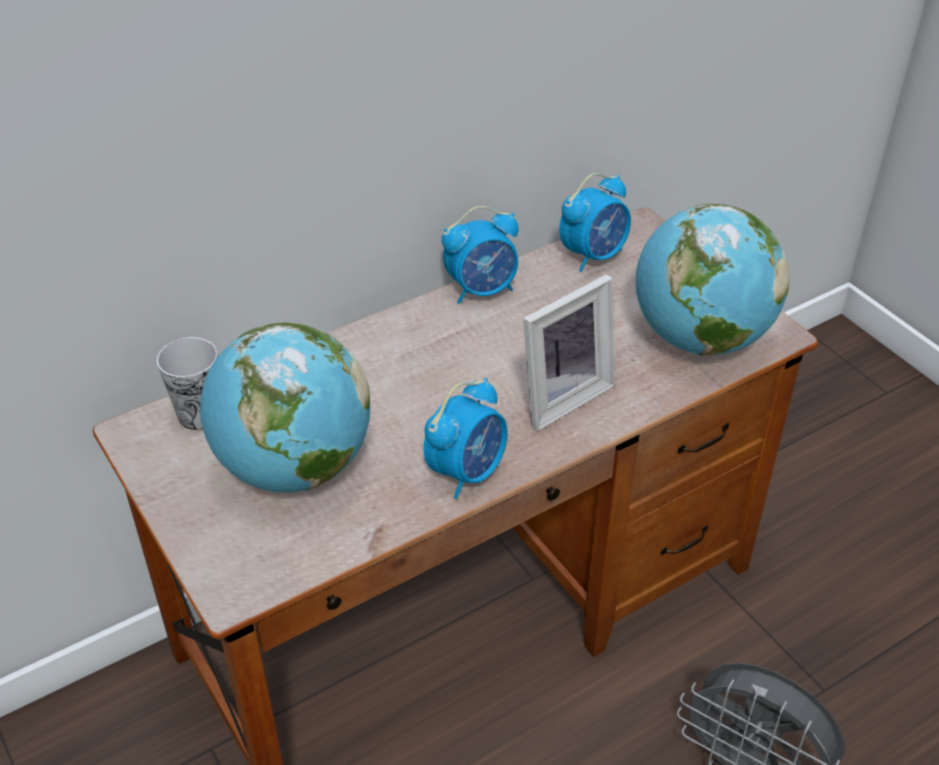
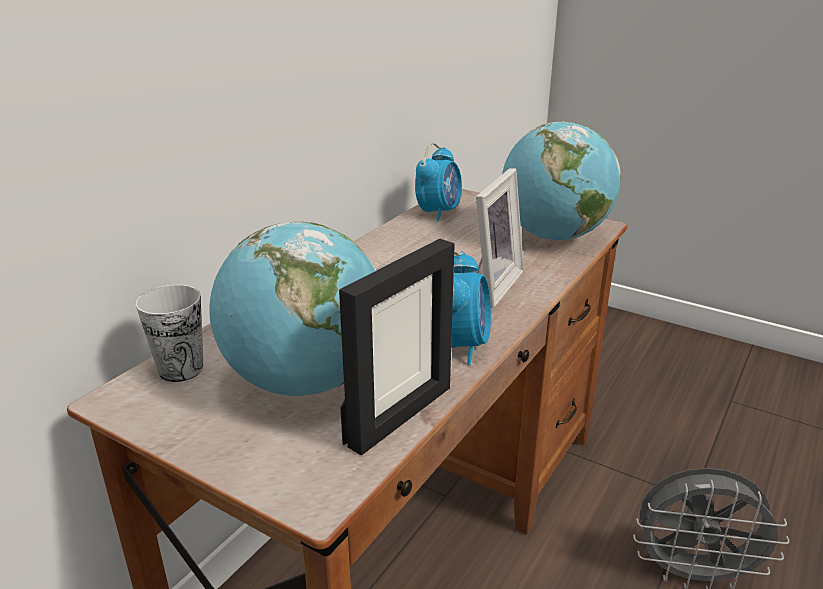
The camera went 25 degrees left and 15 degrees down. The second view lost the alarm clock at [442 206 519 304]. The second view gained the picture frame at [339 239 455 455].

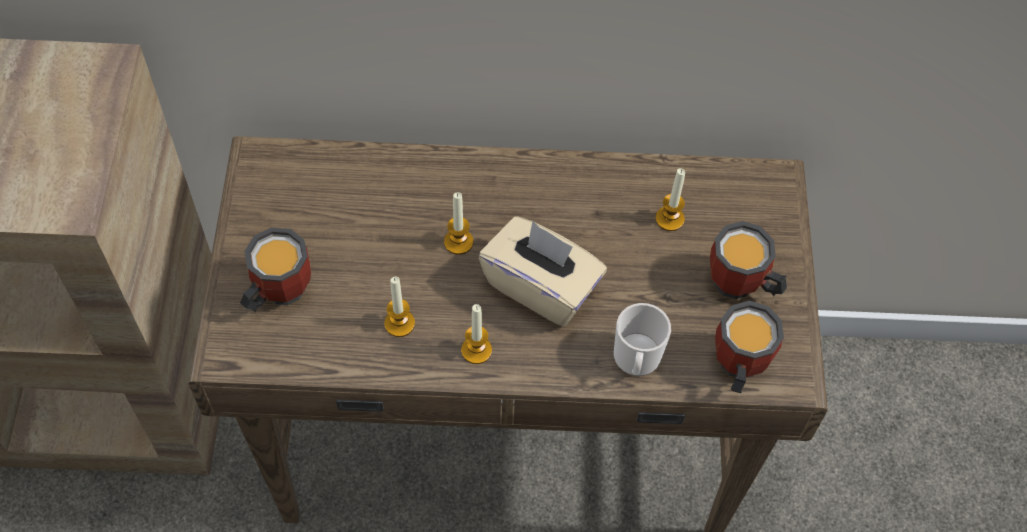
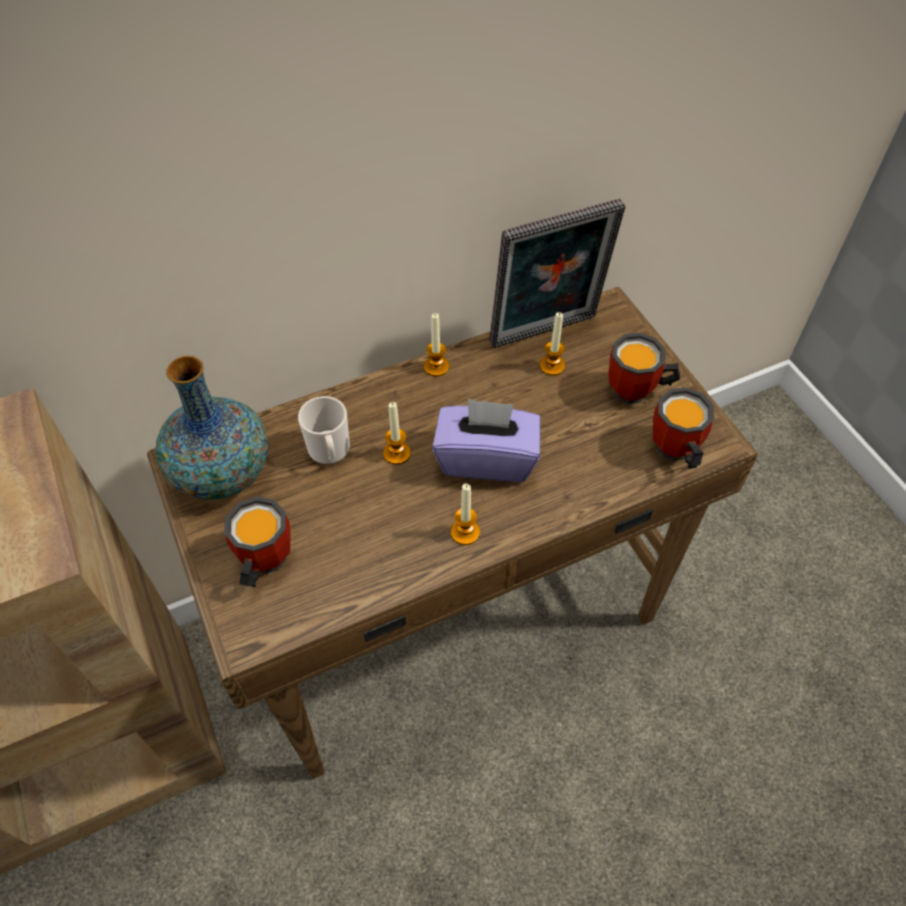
The camera went 25 degrees left and 5 degrees down. The second view gained the vase at [156 356 268 500]. The second view gained the picture frame at [490 199 626 348]. The candle ended up elsewhere, having gone from [384 277 415 337] to [424 313 449 376]. The mug ended up elsewhere, having gone from [614 303 671 376] to [298 396 350 465]. What was the tissue box (beige) at [479 216 607 327] turned into the tissue box (purple) at [432 399 540 482].

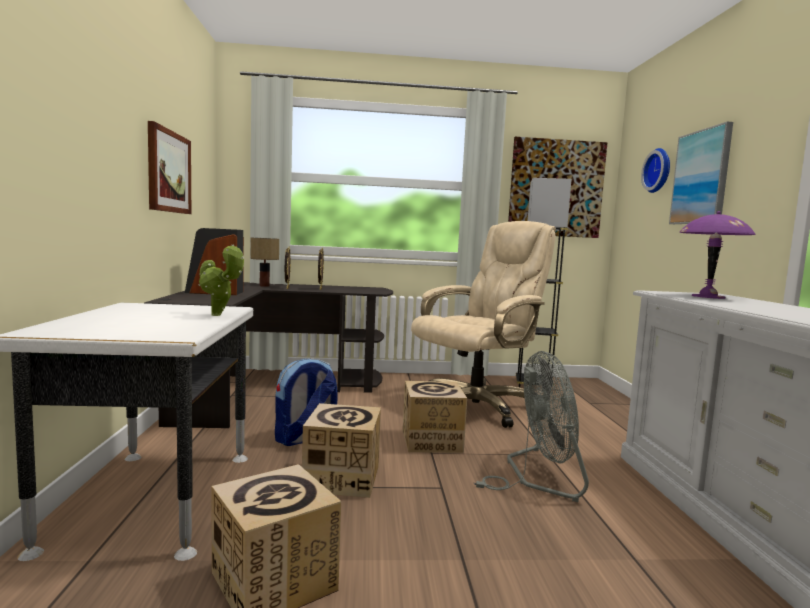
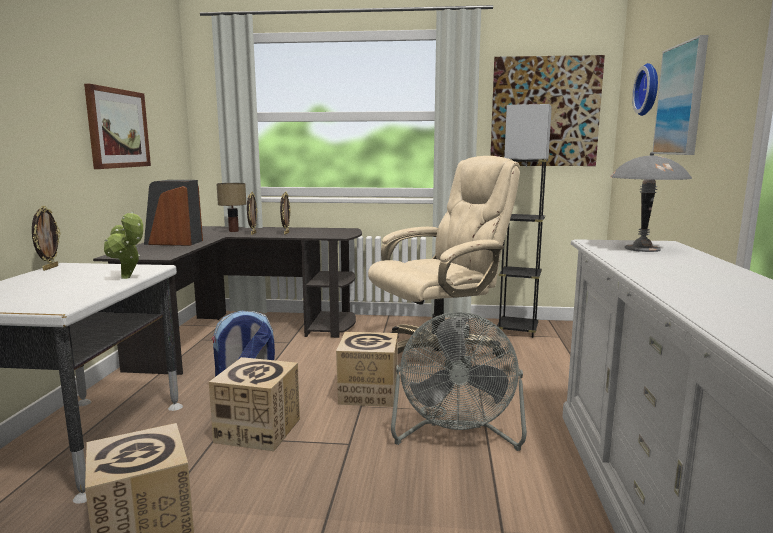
The camera went 10 degrees right and 5 degrees up. The second view gained the picture frame at [32 206 60 271]. What was the table lamp (purple) at [679 211 756 299] turned into the table lamp (grey) at [610 152 692 252]. The fan (grey) at [473 351 589 503] ended up facing another way, 90 degrees clockwise from before.

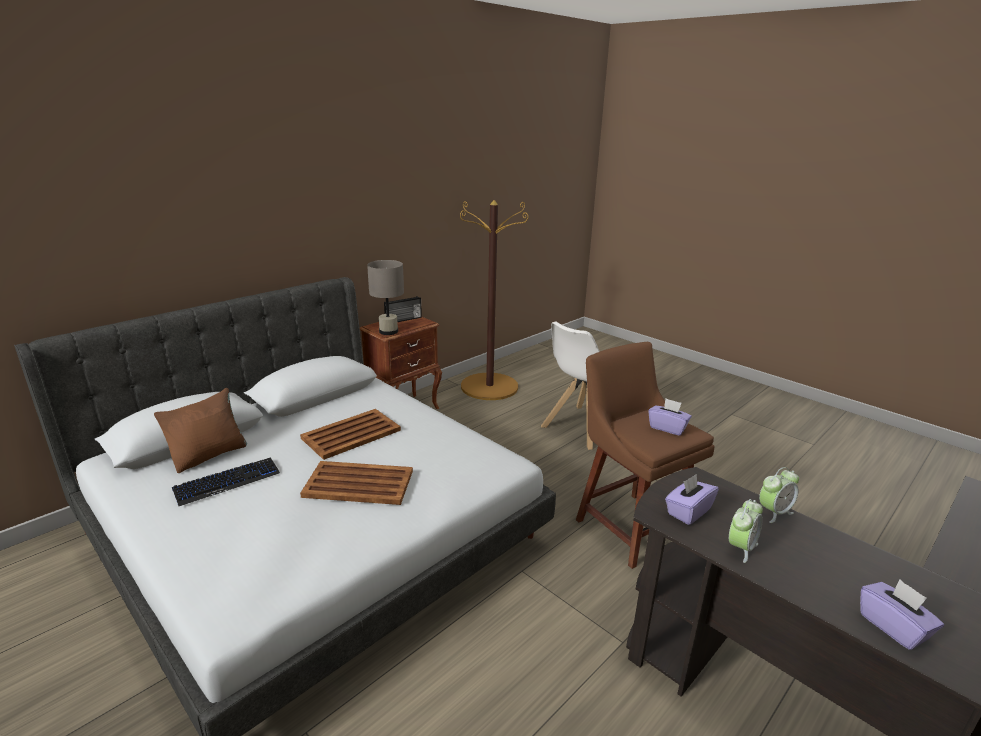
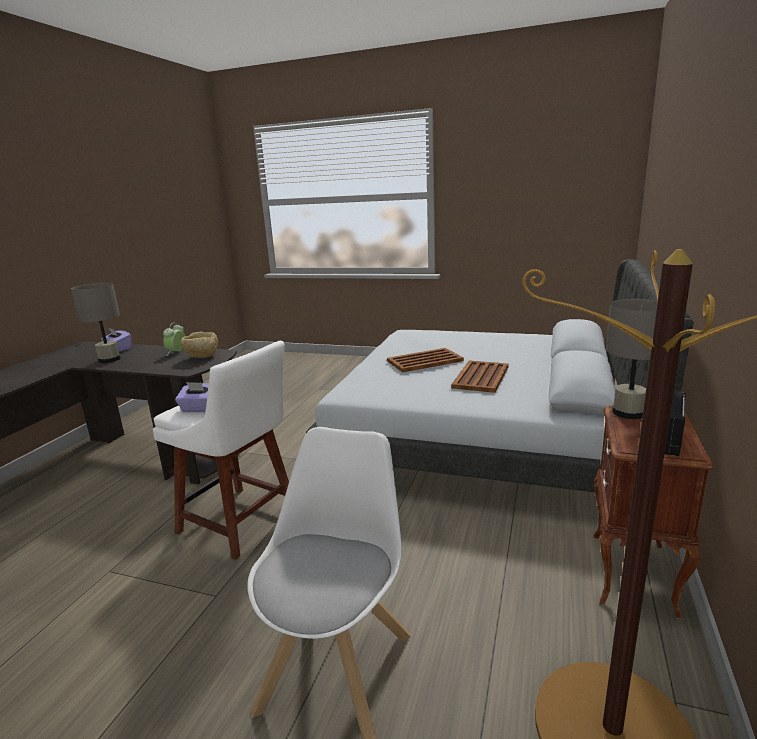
The camera went 155 degrees right and 5 degrees down. The second view lost the pillow (brown) at [154 388 247 473]. The second view lost the keyboard at [172 457 280 506]. The second view lost the alarm clock at [759 467 799 523]. The second view gained the table lamp (grey) at [71 283 121 363]. Where the tissue box (purple) stood at [665 474 719 525], the bowl (beige) came to stand at [180 332 218 358]. What was the stool (brown) at [576 342 714 569] turned into the stool (white) at [153 341 289 560].

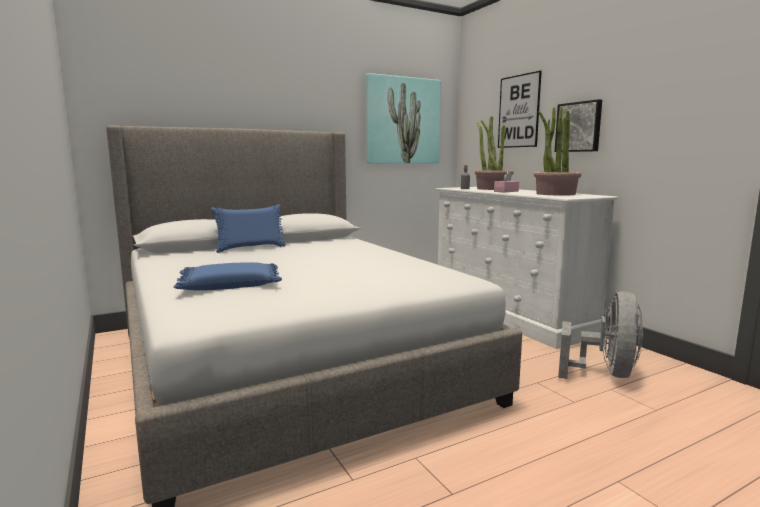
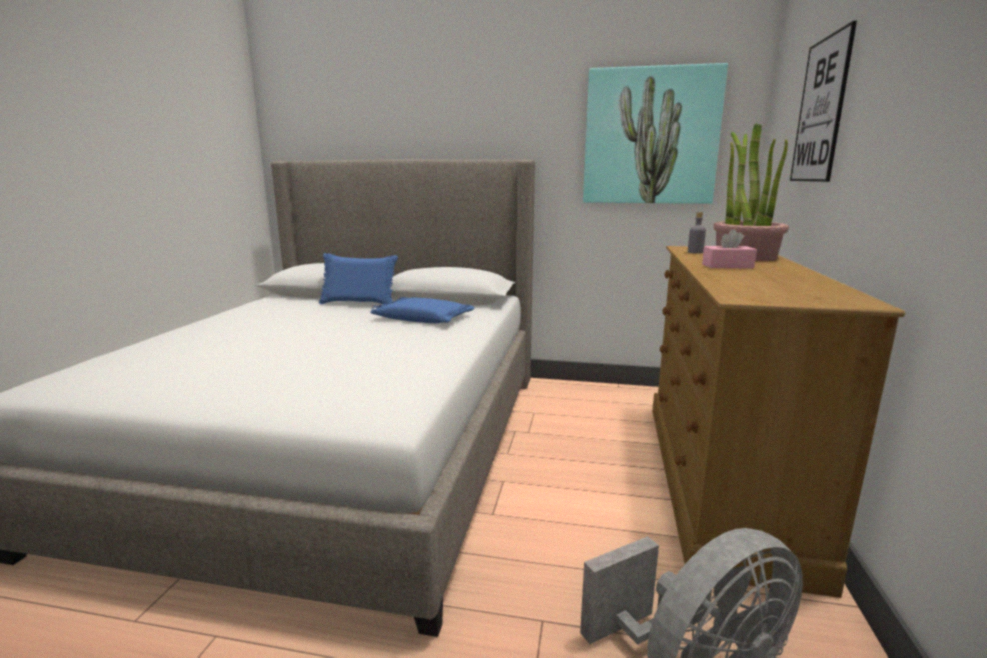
The camera went 40 degrees right and 5 degrees up. The second view lost the potted plant at [534 107 581 196]. The second view lost the picture at [555 99 602 152]. The pillow (blue) ended up elsewhere, having gone from [173 262 282 291] to [370 297 475 323]. What was the dresser (white) at [436 187 618 349] turned into the dresser (brown) at [652 246 905 598].

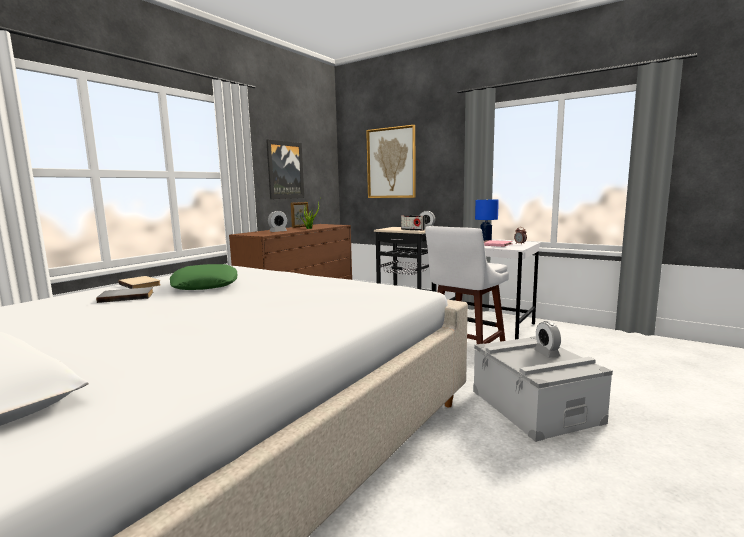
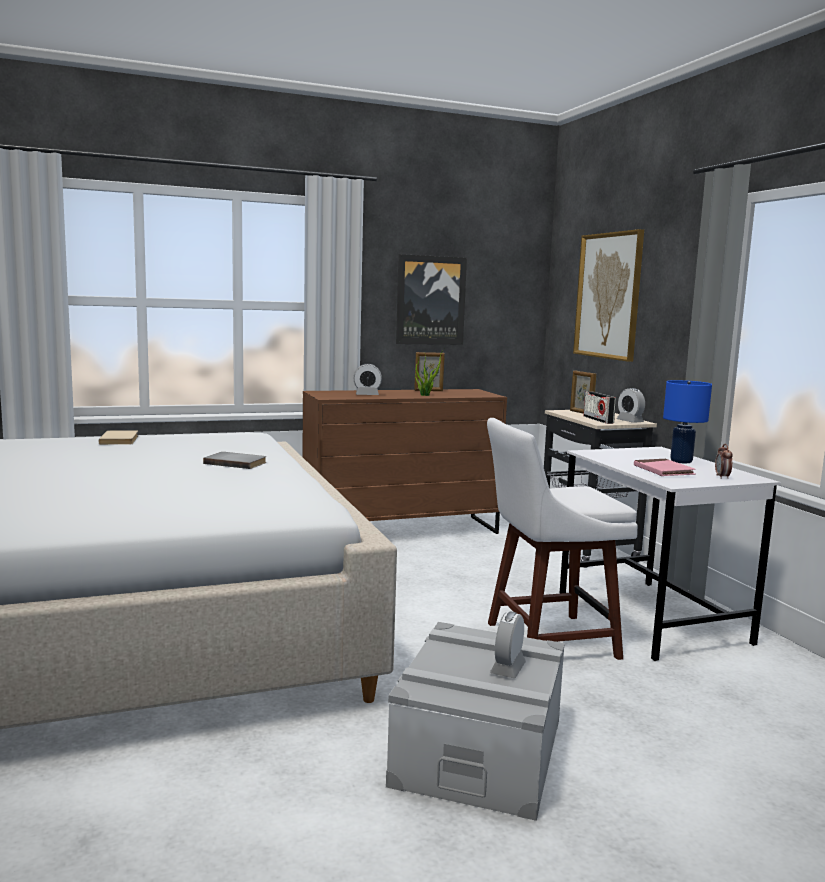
The camera went 35 degrees right and 0 degrees up. The second view lost the pillow (green) at [170 264 237 290]. The second view gained the picture frame at [570 371 596 414]. The book (grey) ended up elsewhere, having gone from [96 287 154 303] to [203 452 266 469].

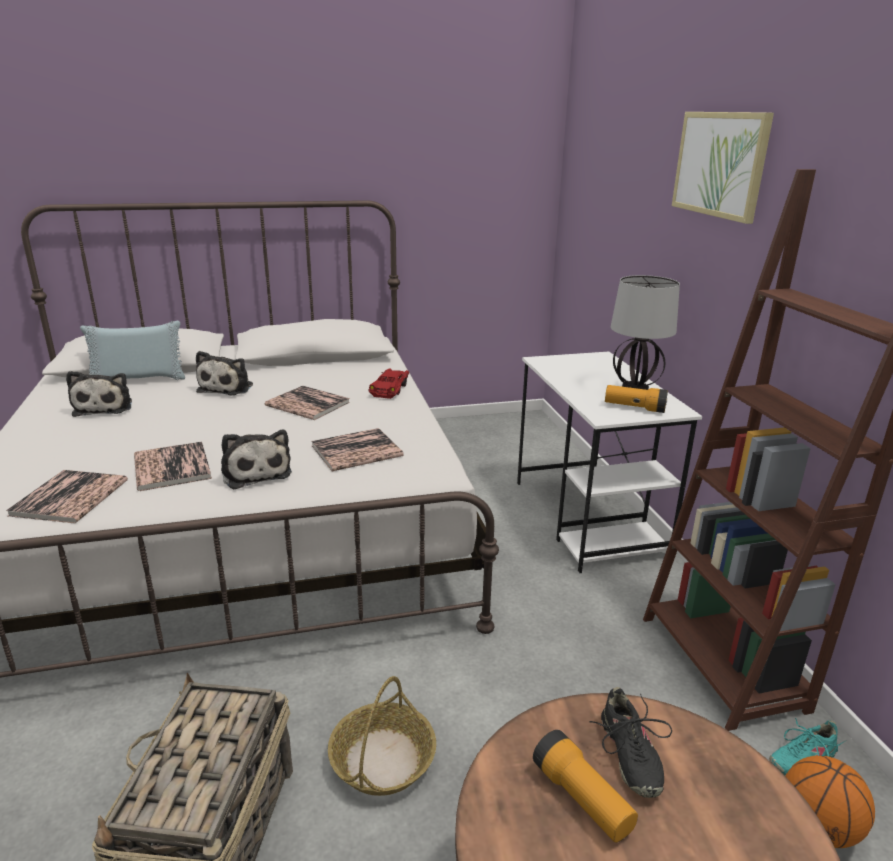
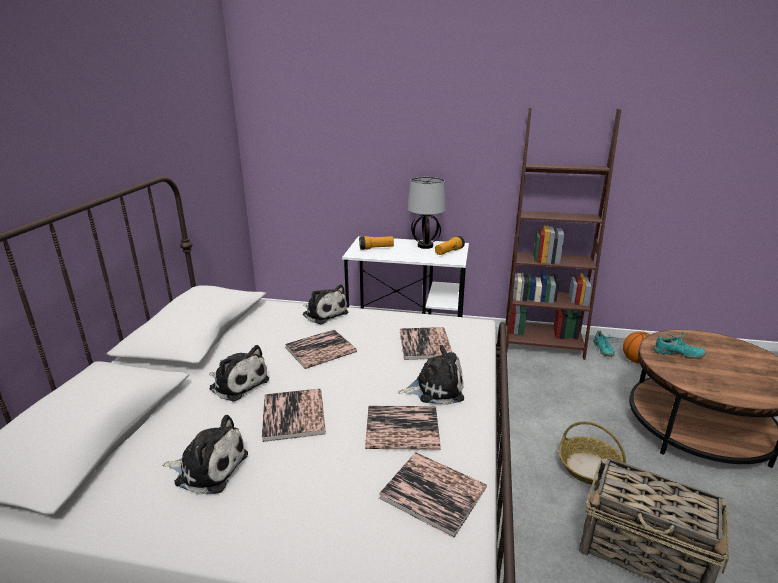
The camera went 65 degrees left and 0 degrees up. The second view lost the pillow (blue) at [80 321 185 381]. The second view lost the picture at [672 112 774 224]. The second view gained the book at [262 389 326 442]. The flashlight ended up elsewhere, having gone from [533 730 638 843] to [359 236 394 250]. Where the toy car (red) stood at [368 369 409 399], the plush toy came to stand at [303 284 348 324]. What was the shoe (black) at [589 687 672 798] turned into the shoe (turquoise) at [653 332 706 359].

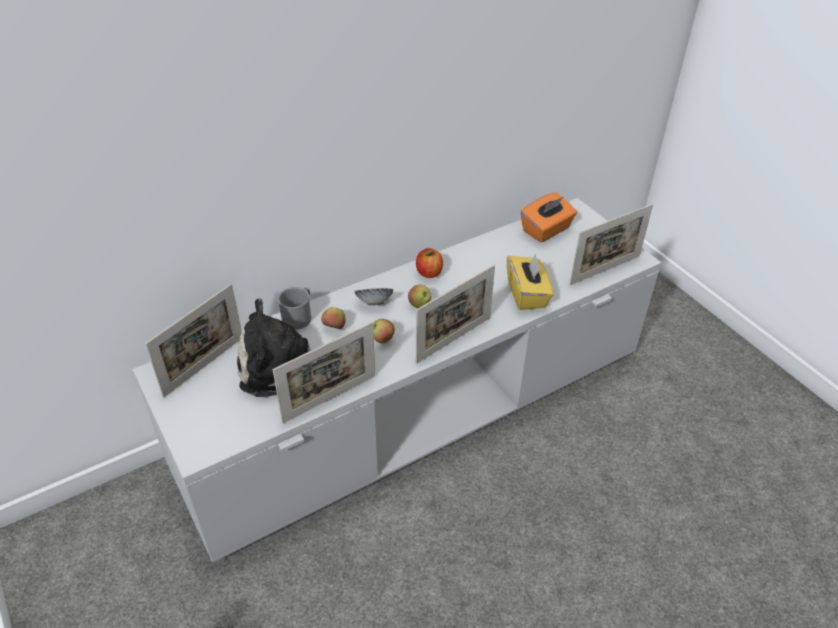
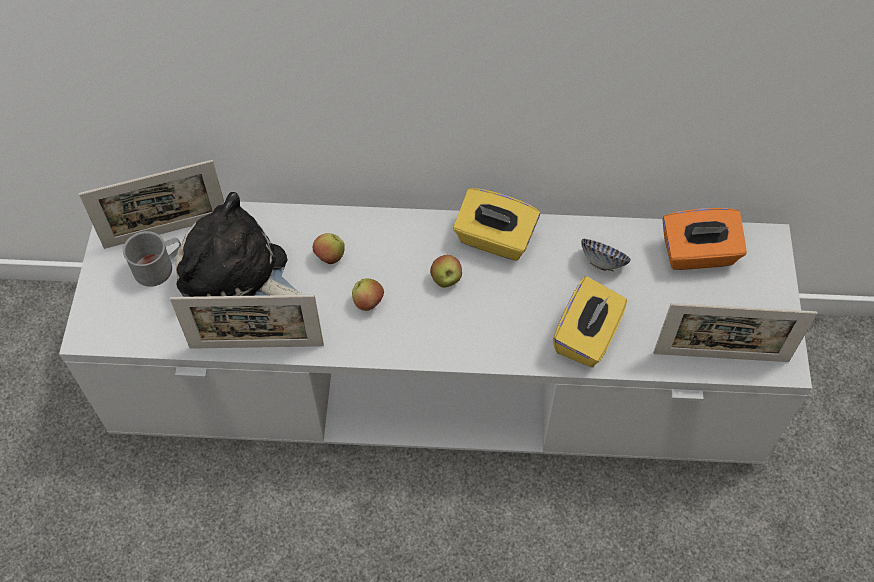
The camera went 35 degrees right and 15 degrees up. The second view lost the picture frame at [416 265 495 364]. The mug (grey) ended up elsewhere, having gone from [278 287 311 330] to [123 231 181 287]. The bowl ended up elsewhere, having gone from [355 288 393 305] to [581 239 631 272]. Where the apple stood at [416 248 443 278], the tissue box (yellow) came to stand at [453 188 540 261].

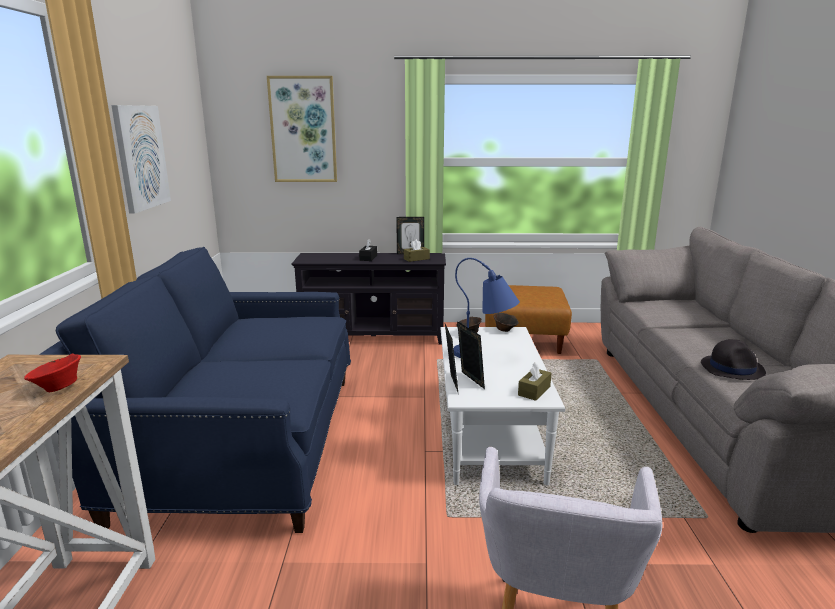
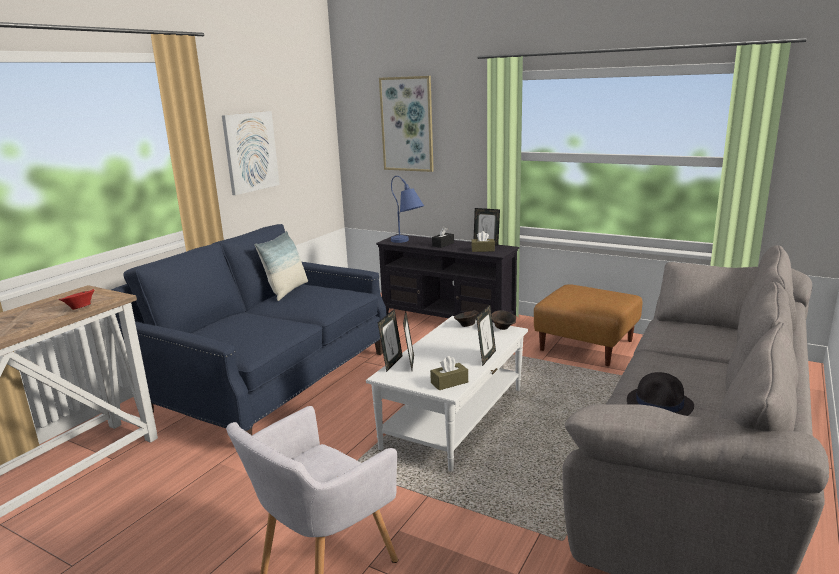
The camera went 30 degrees right and 0 degrees up. The second view gained the pillow at [255 231 308 301]. The second view gained the picture frame at [476 304 496 366]. The table lamp (blue) ended up elsewhere, having gone from [453 258 520 358] to [391 176 424 243].

